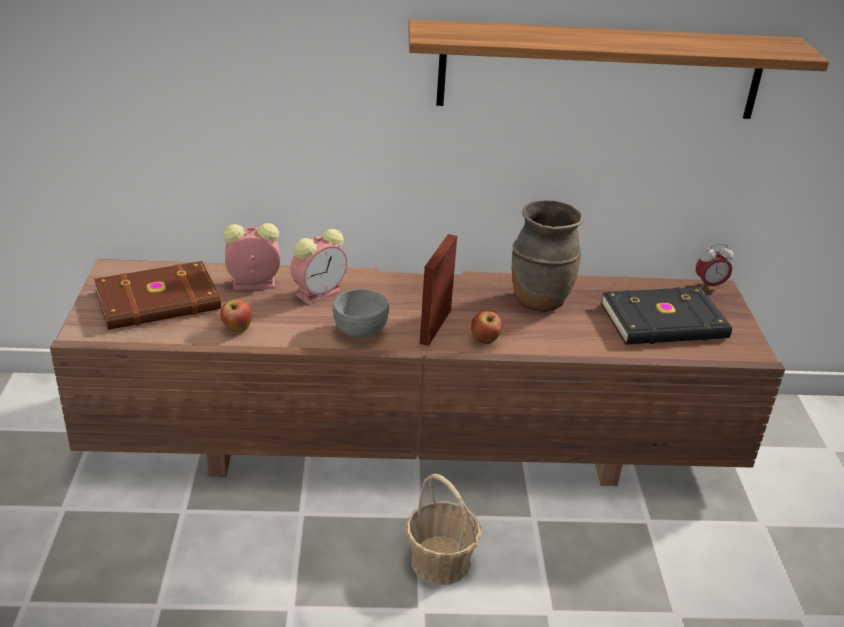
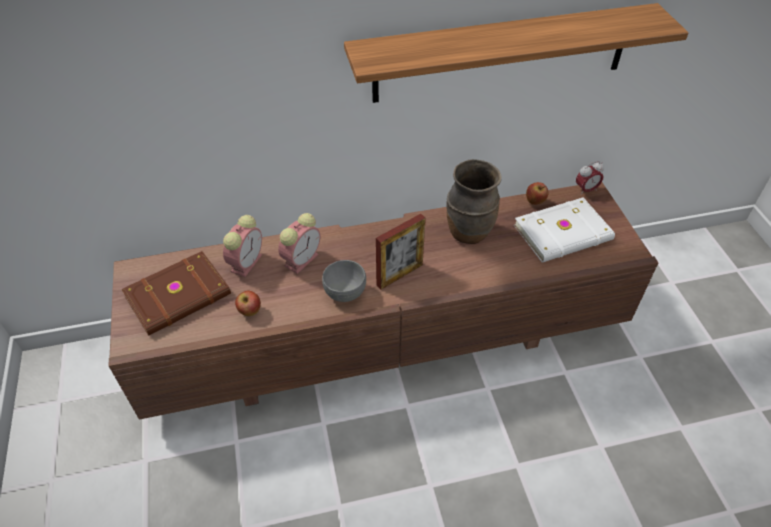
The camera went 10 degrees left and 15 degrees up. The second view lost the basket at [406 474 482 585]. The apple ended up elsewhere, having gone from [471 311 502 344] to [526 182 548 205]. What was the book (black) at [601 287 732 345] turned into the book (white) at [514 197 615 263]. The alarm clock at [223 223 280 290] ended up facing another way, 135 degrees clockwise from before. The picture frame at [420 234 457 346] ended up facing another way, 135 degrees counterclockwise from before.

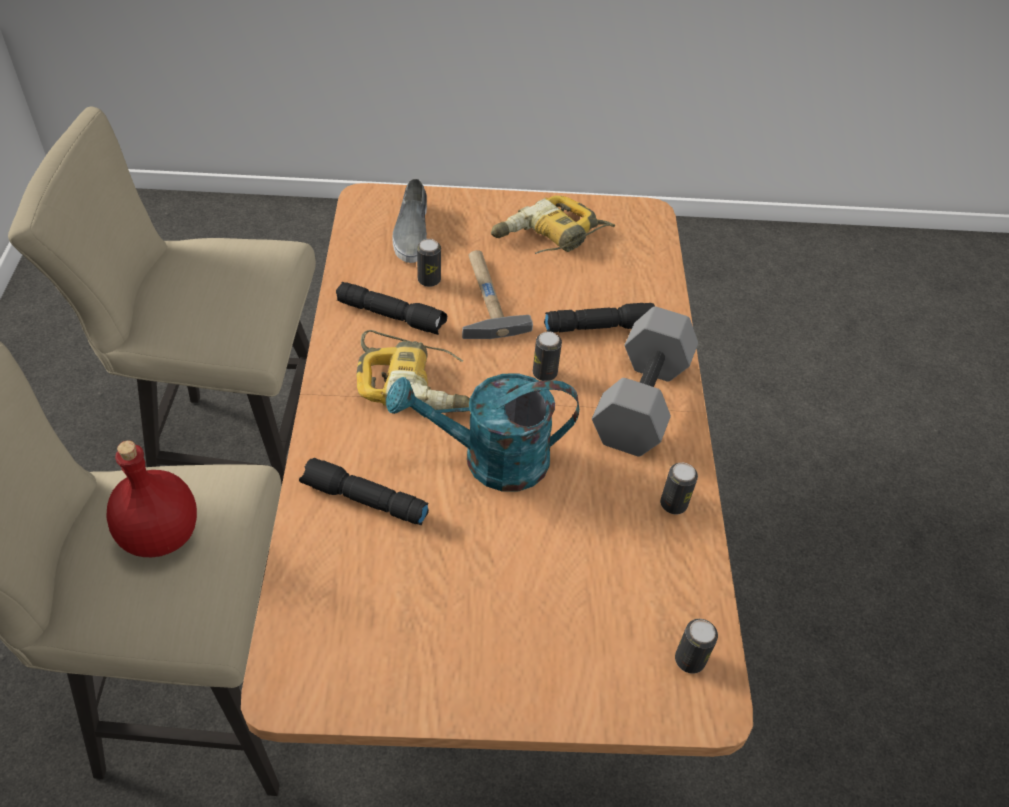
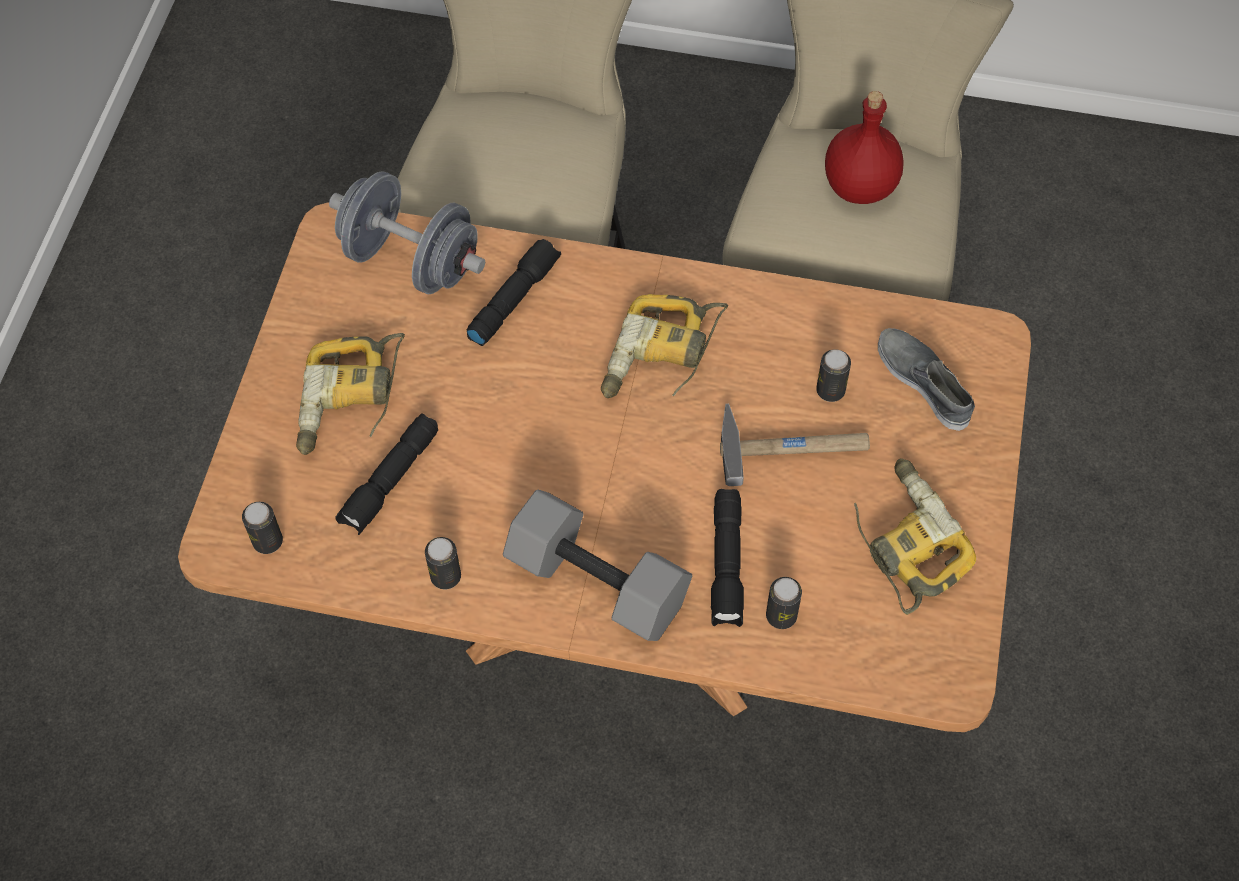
The camera went 105 degrees right and 10 degrees up. The second view lost the watering can (turquoise) at [386 373 579 491]. The second view gained the power drill at [296 333 405 455]. The second view gained the dumbbell (grey) at [329 171 485 294]. The bottle (red) ended up elsewhere, having gone from [106 441 197 557] to [825 91 904 204]. The flashlight (black) ended up elsewhere, having gone from [336 282 447 335] to [335 413 438 535]. The can ended up elsewhere, having gone from [533 331 562 381] to [766 577 802 629]. The shoe (grey) at [392 179 427 263] ended up facing another way, 45 degrees clockwise from before.

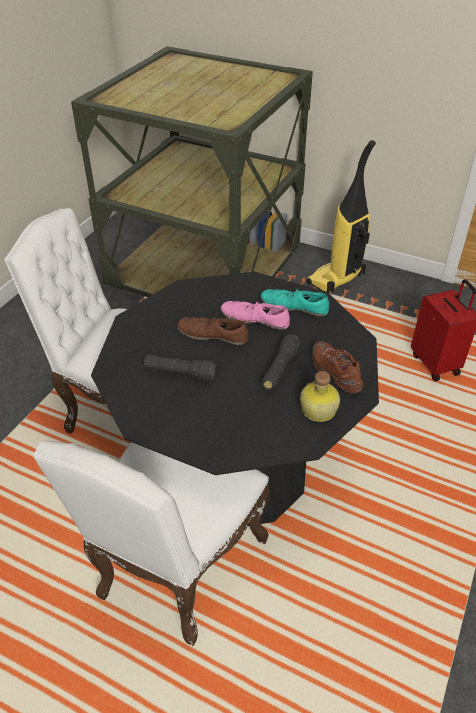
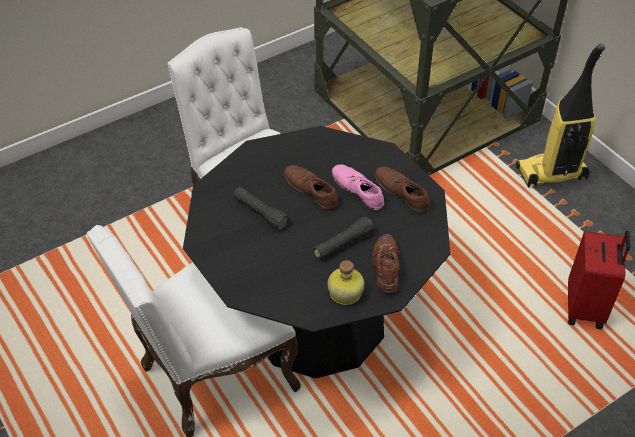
The camera went 30 degrees right and 5 degrees up. What was the shoe (turquoise) at [260 289 329 316] turned into the shoe (brown) at [375 167 429 212].

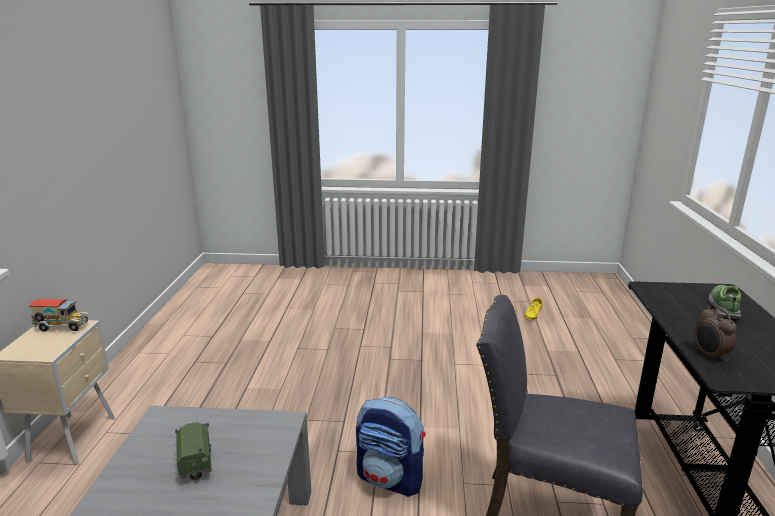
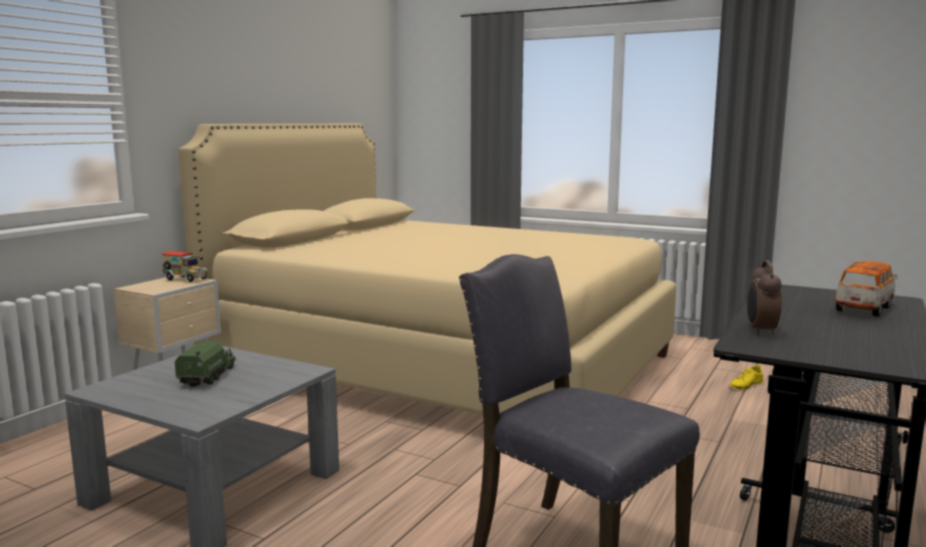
The camera went 25 degrees right and 10 degrees down. The second view lost the backpack at [356 397 426 497]. The second view gained the bed (beige) at [178 124 676 415]. Where the shoe stood at [708 285 741 318], the toy car came to stand at [834 261 897 317].

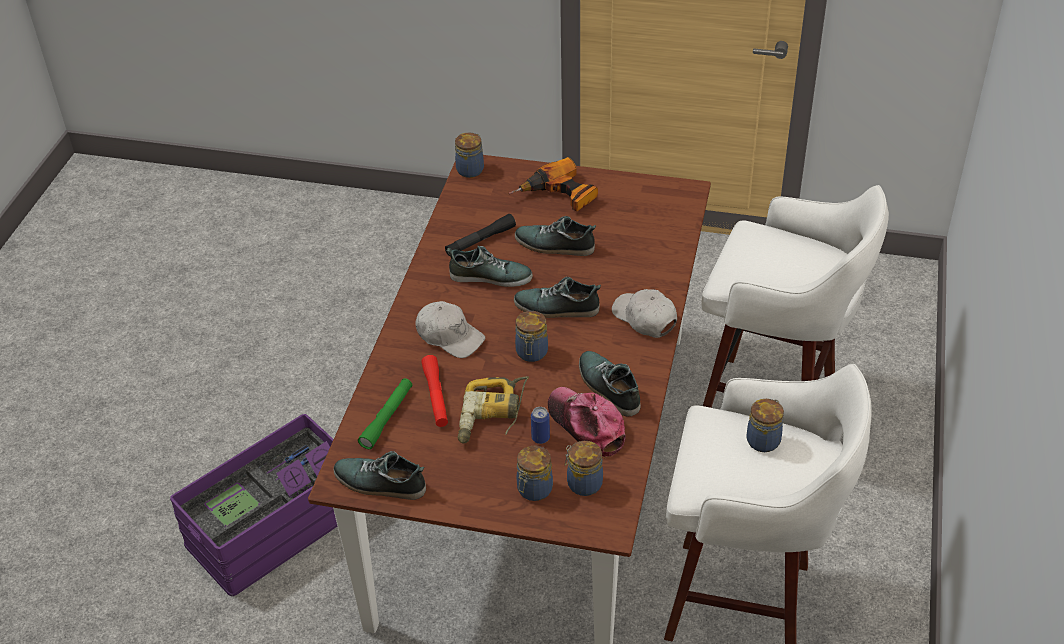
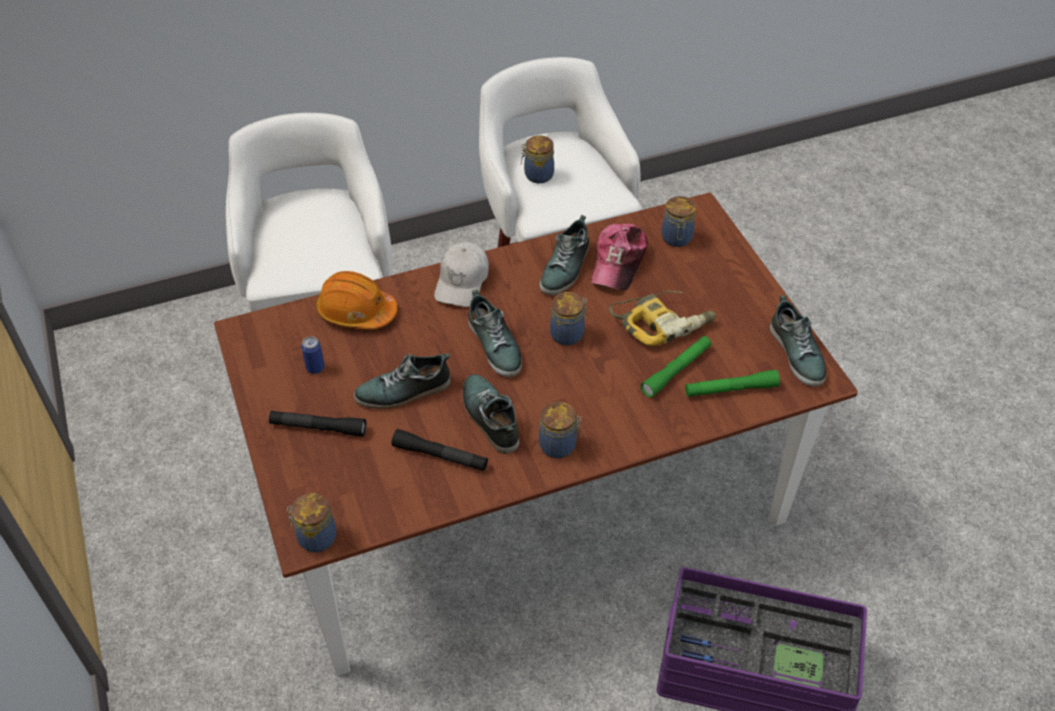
The camera went 125 degrees left and 5 degrees up. The second view lost the cap (white) at [416 301 485 358]. The second view gained the hard hat (orange) at [316 271 398 329]. The jar ended up elsewhere, having gone from [517 446 553 501] to [539 402 581 458]. The can ended up elsewhere, having gone from [531 407 550 444] to [301 336 325 374]. Where the power drill stood at [509 157 598 212], the flashlight (black) came to stand at [269 411 366 437]. What was the flashlight (red) at [421 355 448 427] turned into the flashlight (green) at [641 336 712 398]. The shoe at [515 216 596 256] ended up facing another way, 90 degrees clockwise from before.

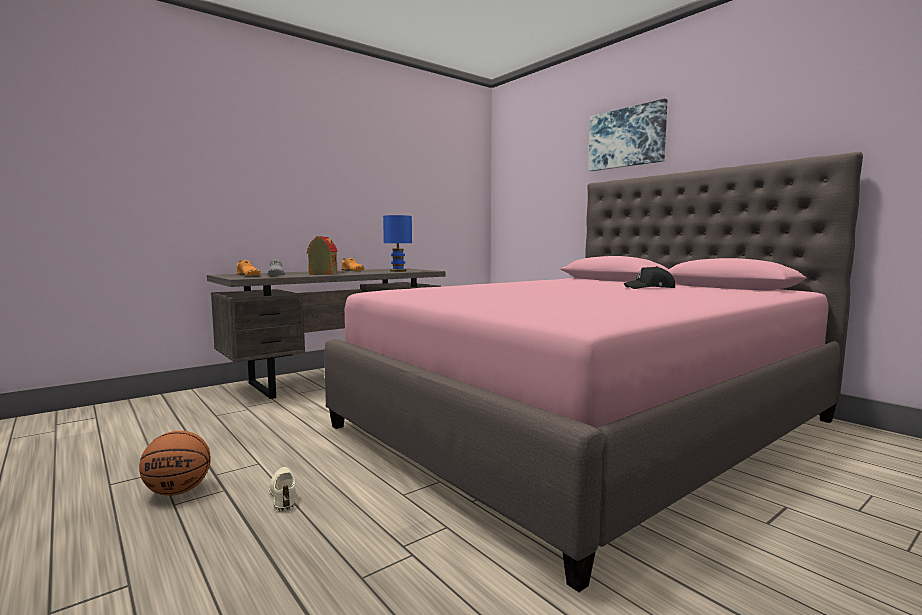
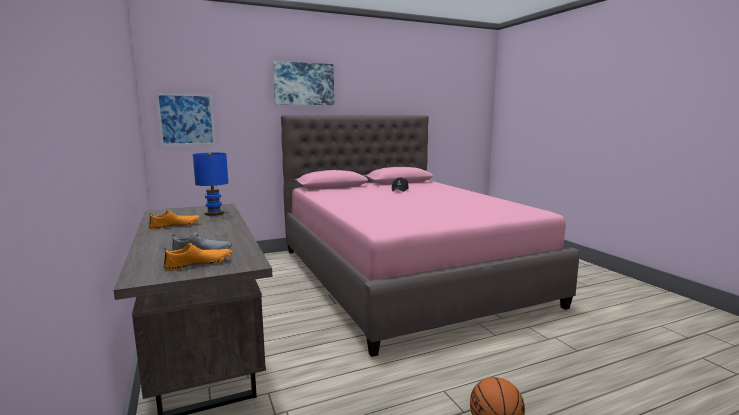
The camera went 75 degrees left and 5 degrees up. The second view lost the shoe (beige) at [269 467 295 512]. The second view lost the toy house at [307 236 338 275]. The second view gained the picture at [157 94 215 145].

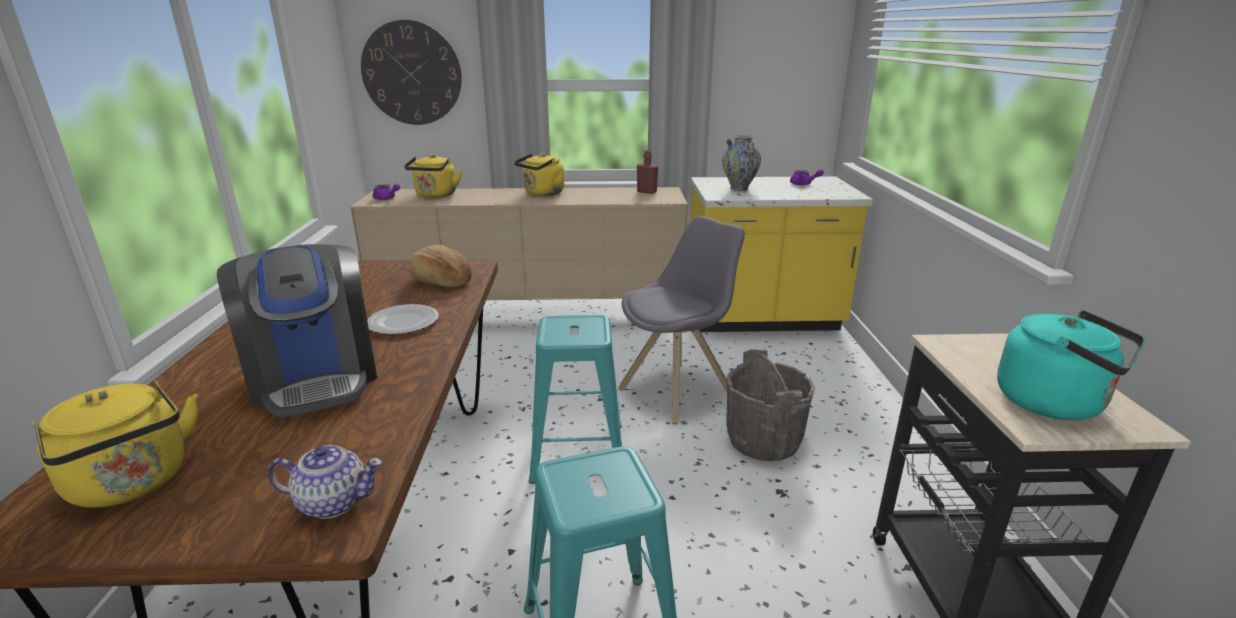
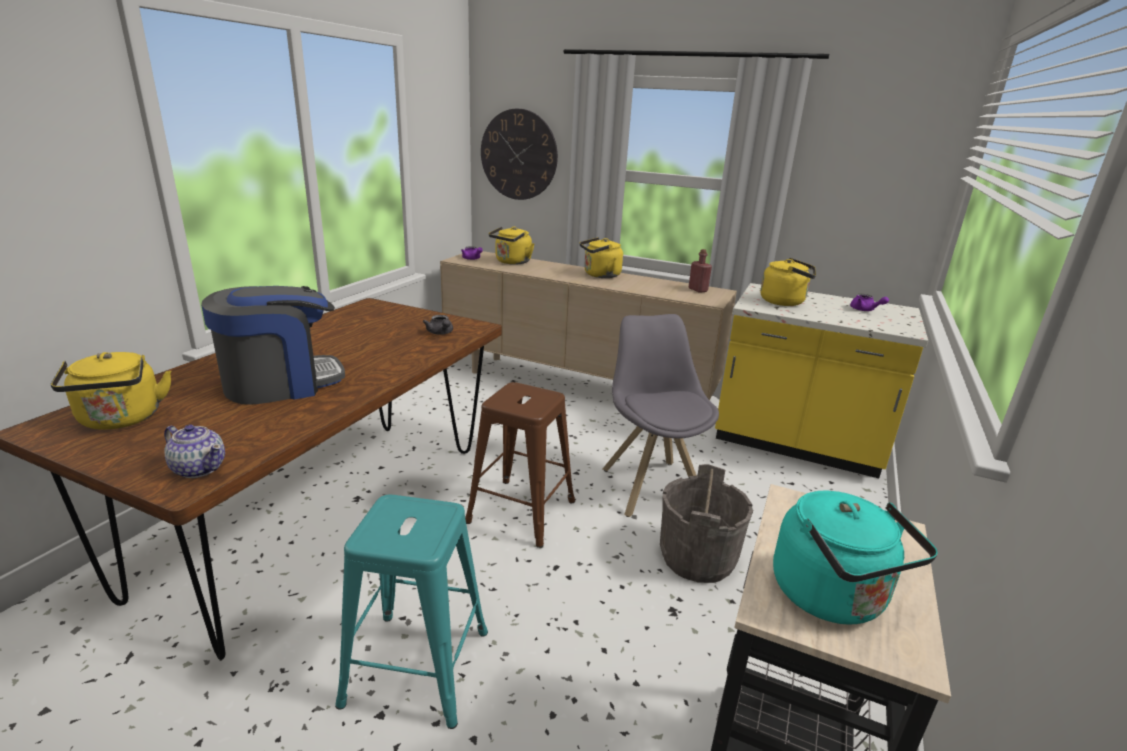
The camera went 25 degrees right and 0 degrees up. The second view lost the plate at [367 304 439 335]. Where the bread stood at [410 245 472 287], the teapot (grey) came to stand at [423 315 453 335]. Where the vase stood at [722 135 761 191], the kettle (yellow) came to stand at [761 258 816 306]. What was the stool (turquoise) at [529 315 622 484] turned into the stool (brown) at [465 382 575 548]. The coffee machine at [217 244 377 418] ended up facing another way, 120 degrees counterclockwise from before. The chair (grey) at [618 216 745 424] ended up facing another way, 90 degrees counterclockwise from before.

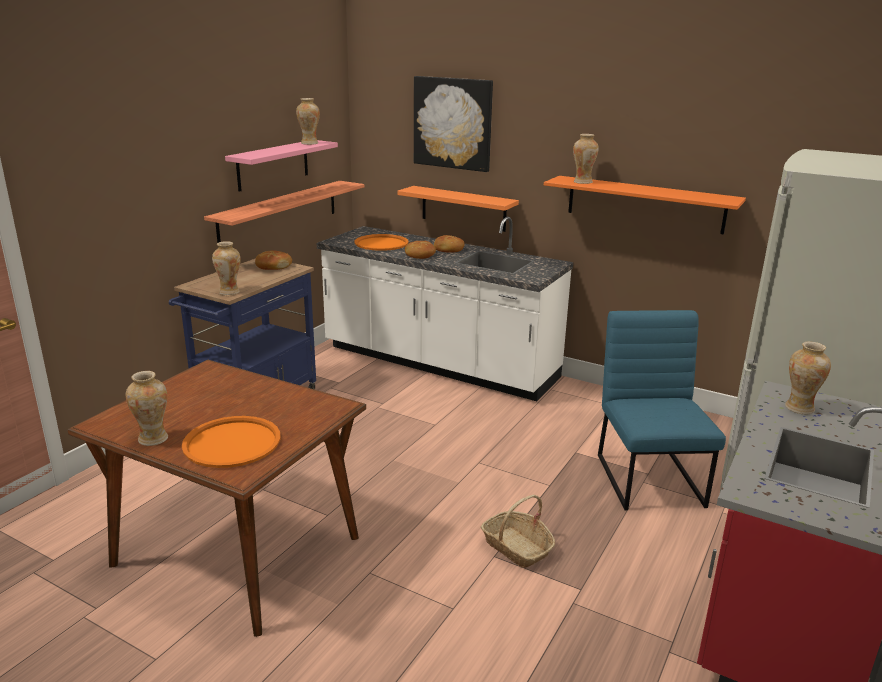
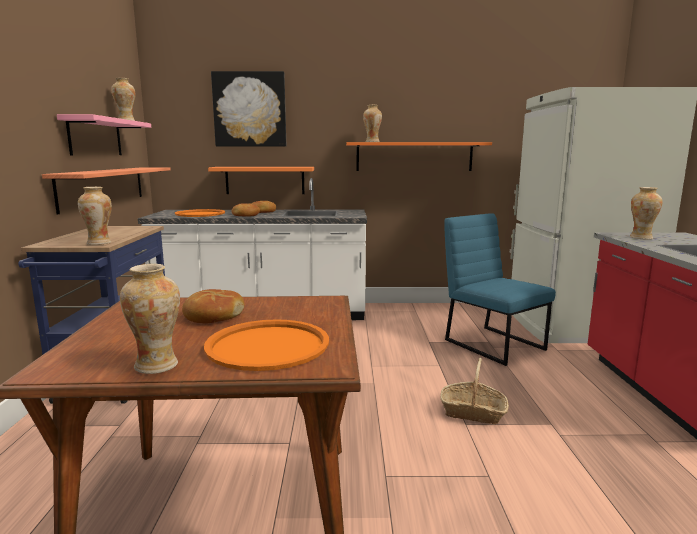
The camera went 30 degrees left and 10 degrees down. The bread ended up elsewhere, having gone from [255 250 292 270] to [182 289 244 323].

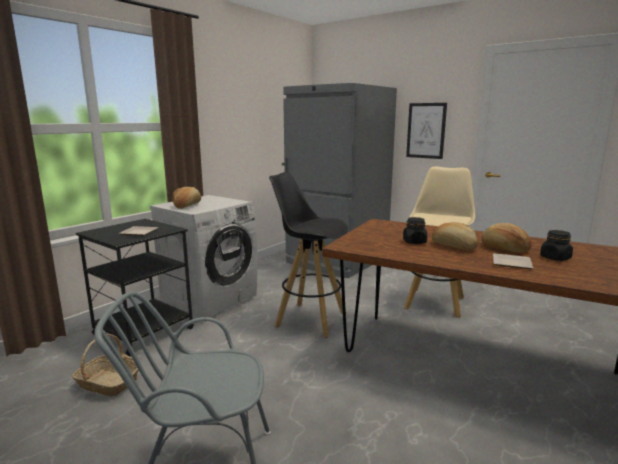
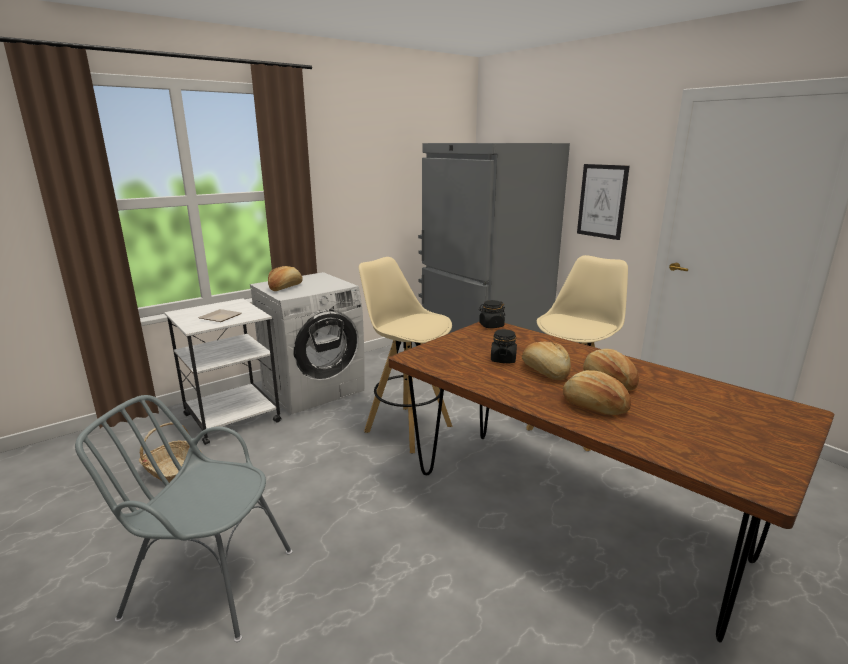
The camera went 15 degrees right and 5 degrees up. The jar (black) ended up elsewhere, having gone from [540 230 573 261] to [479 300 505 328]. Where the plate stood at [493 253 533 269], the bread came to stand at [563 370 631 415]. What was the cart (black) at [76 219 194 356] turned into the cart (white) at [164 298 281 445]. What was the stool (black) at [269 172 348 338] turned into the stool (beige) at [359 257 452 454].

